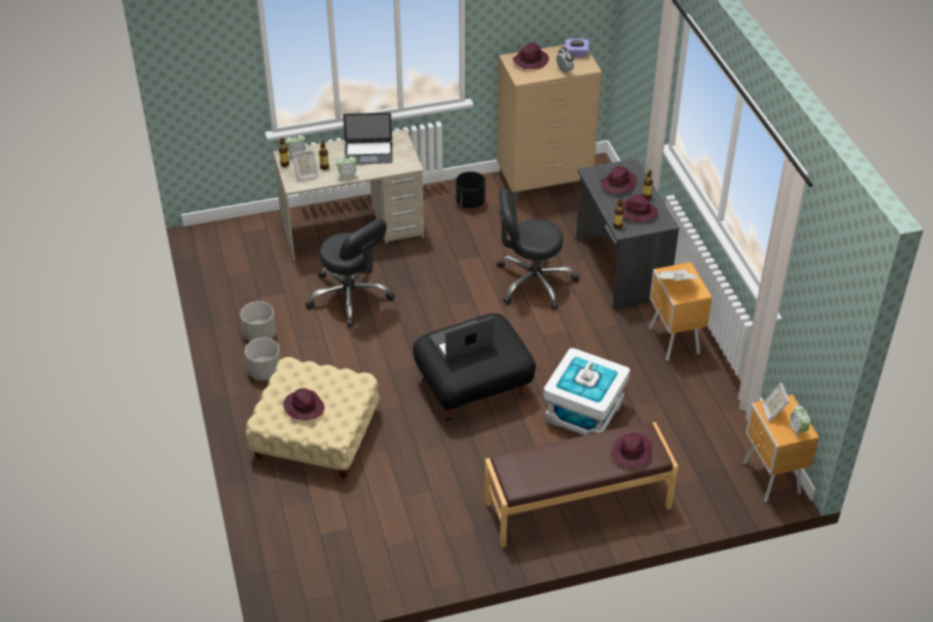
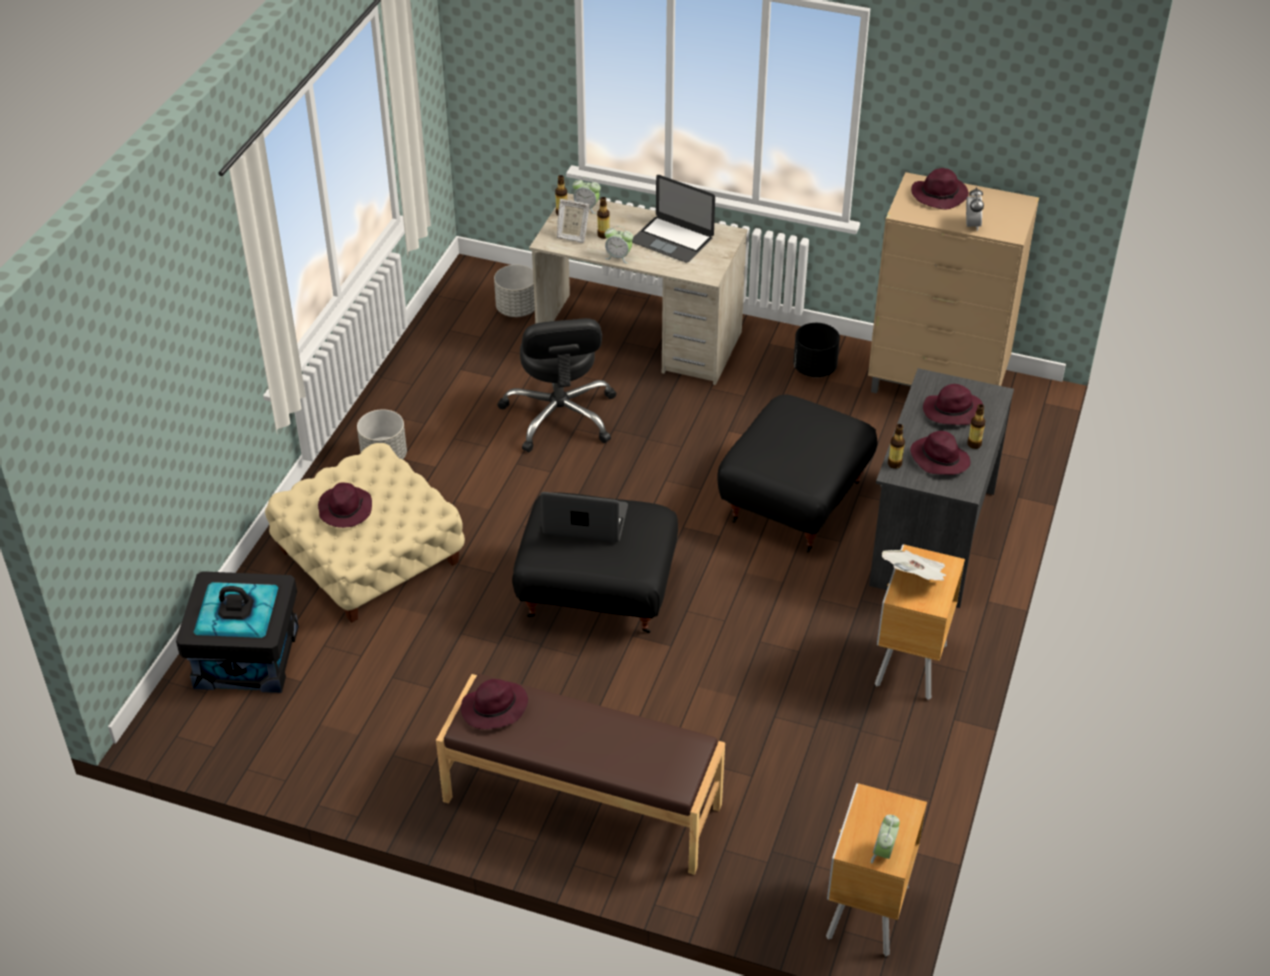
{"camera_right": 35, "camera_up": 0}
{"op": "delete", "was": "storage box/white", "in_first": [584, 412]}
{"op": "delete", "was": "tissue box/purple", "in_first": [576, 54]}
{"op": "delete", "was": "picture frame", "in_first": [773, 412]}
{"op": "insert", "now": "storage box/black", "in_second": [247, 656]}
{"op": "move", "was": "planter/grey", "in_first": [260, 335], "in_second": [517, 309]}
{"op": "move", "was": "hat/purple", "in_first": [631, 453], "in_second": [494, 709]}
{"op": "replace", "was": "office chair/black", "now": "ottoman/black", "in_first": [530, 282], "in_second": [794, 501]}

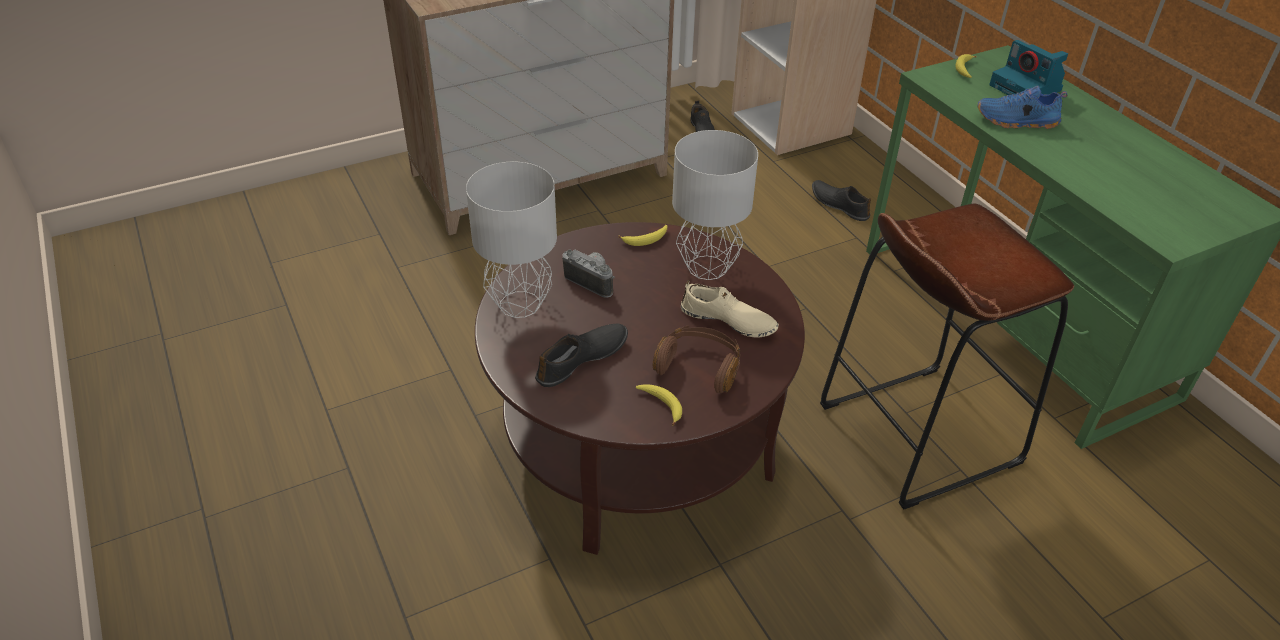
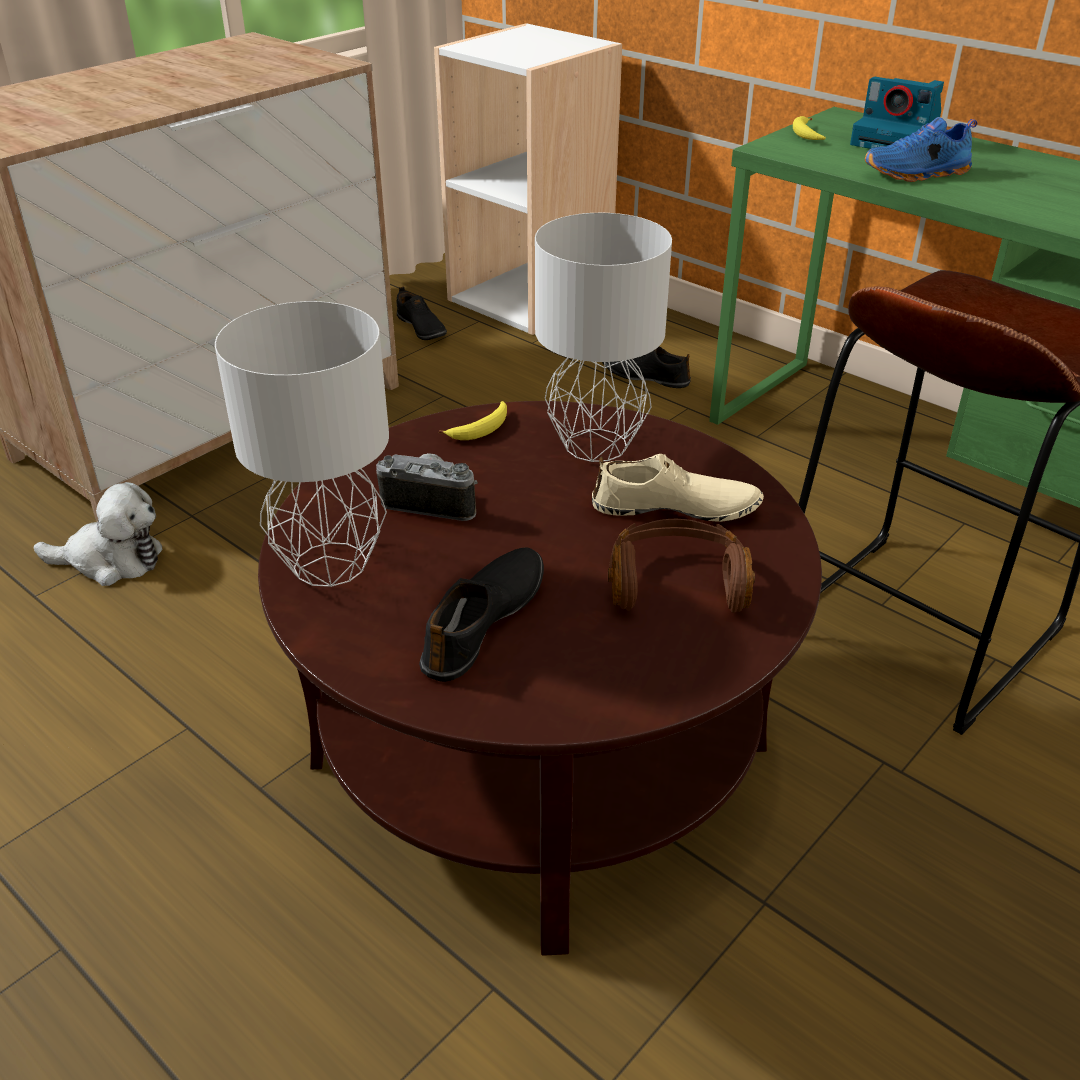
{"camera_right": -20, "camera_up": -5}
{"op": "delete", "was": "banana", "in_first": [661, 405]}
{"op": "insert", "now": "plush toy", "in_second": [111, 561]}

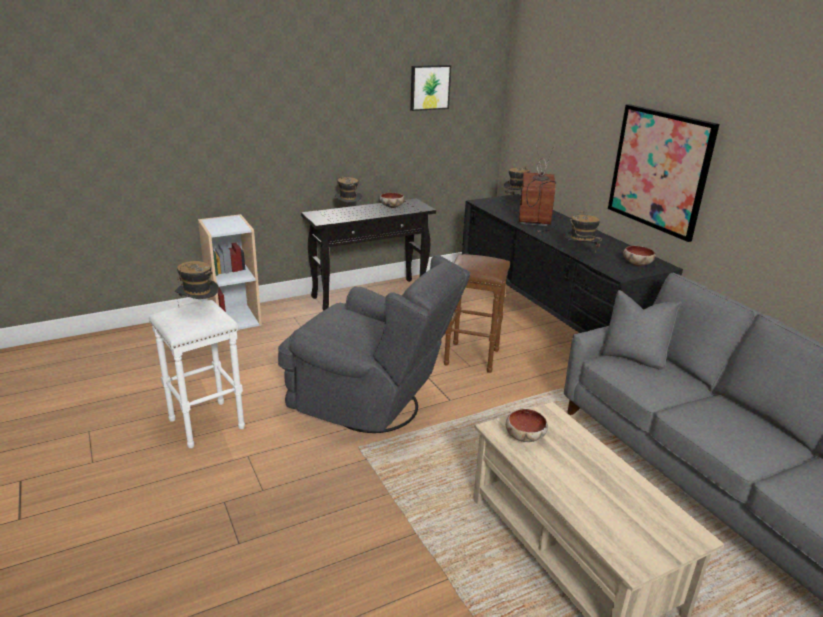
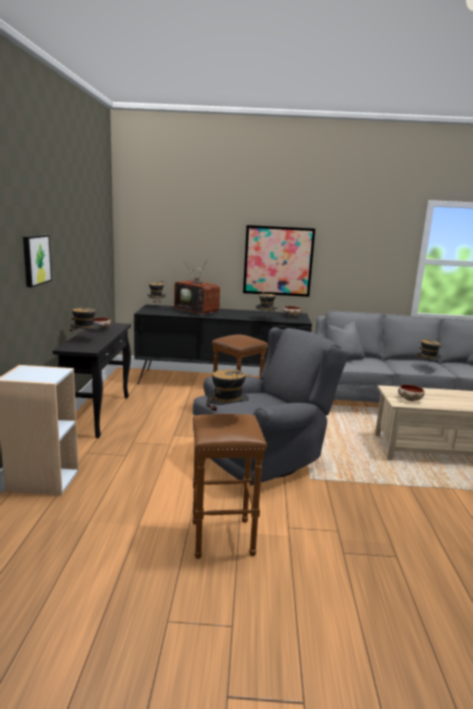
{"camera_right": -60, "camera_up": -10}
{"op": "insert", "now": "hat", "in_second": [426, 367]}
{"op": "move", "was": "picture", "in_first": [429, 87], "in_second": [35, 260]}
{"op": "recolor", "was": "stool/white", "now": "stool/brown", "in_first": [207, 422], "in_second": [221, 537]}

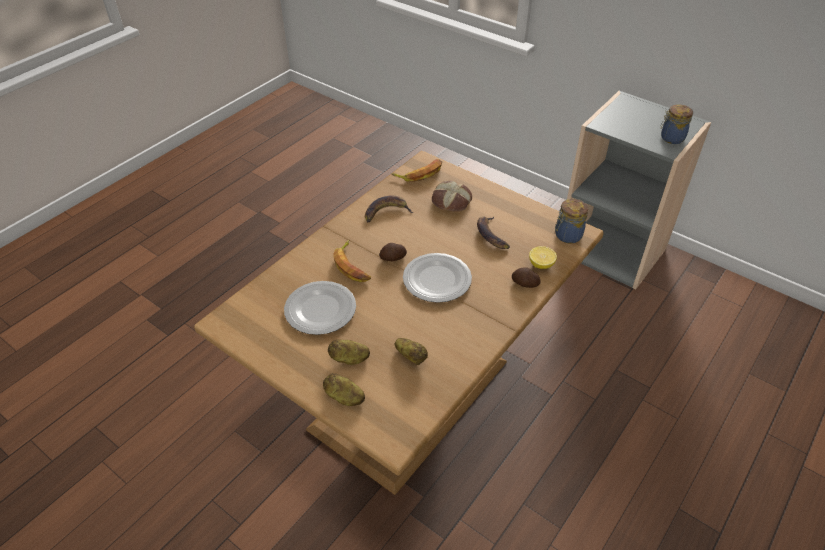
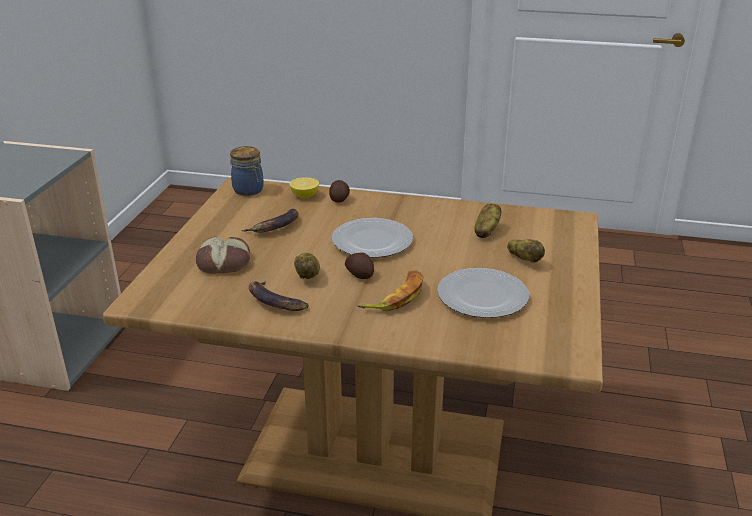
{"camera_right": -115, "camera_up": -15}
{"op": "delete", "was": "banana", "in_first": [420, 173]}
{"op": "delete", "was": "jar", "in_first": [671, 138]}
{"op": "move", "was": "potato", "in_first": [344, 397], "in_second": [308, 275]}

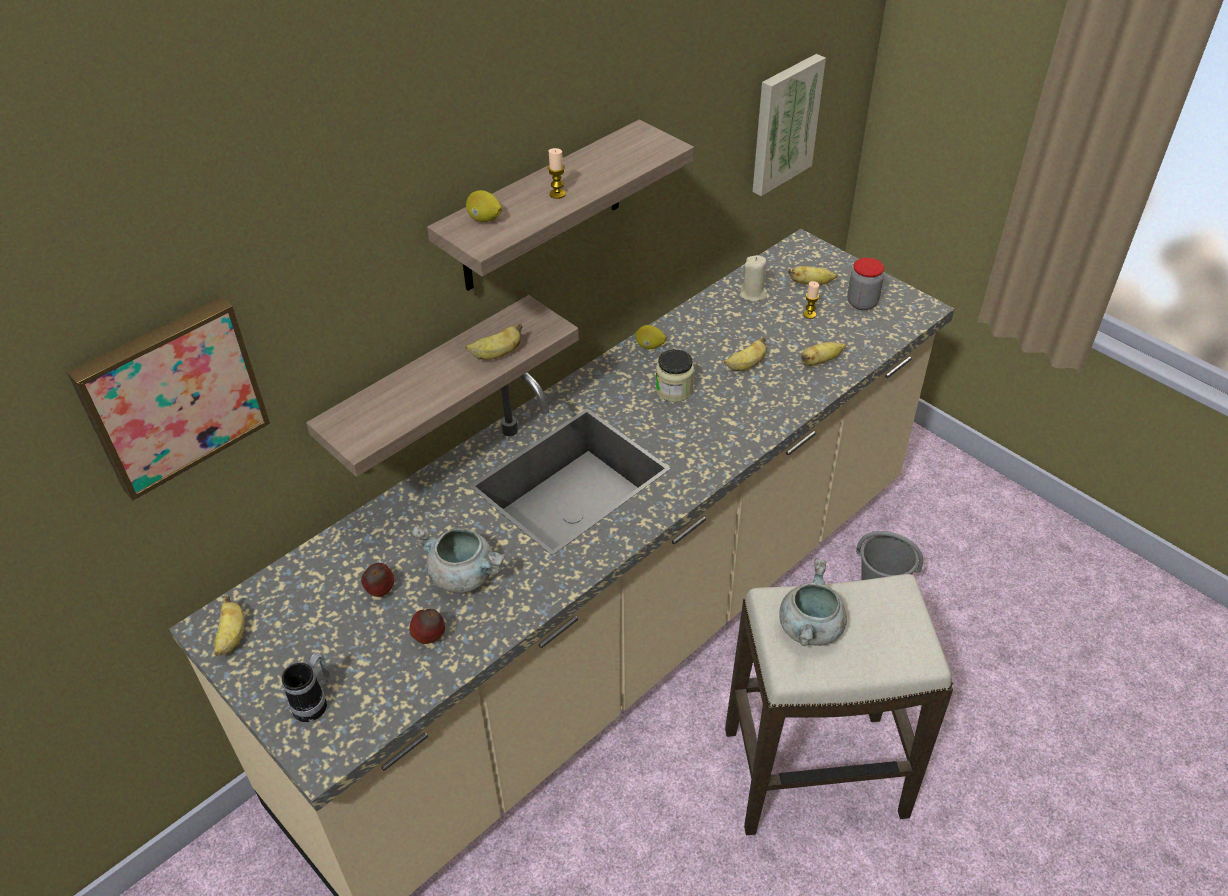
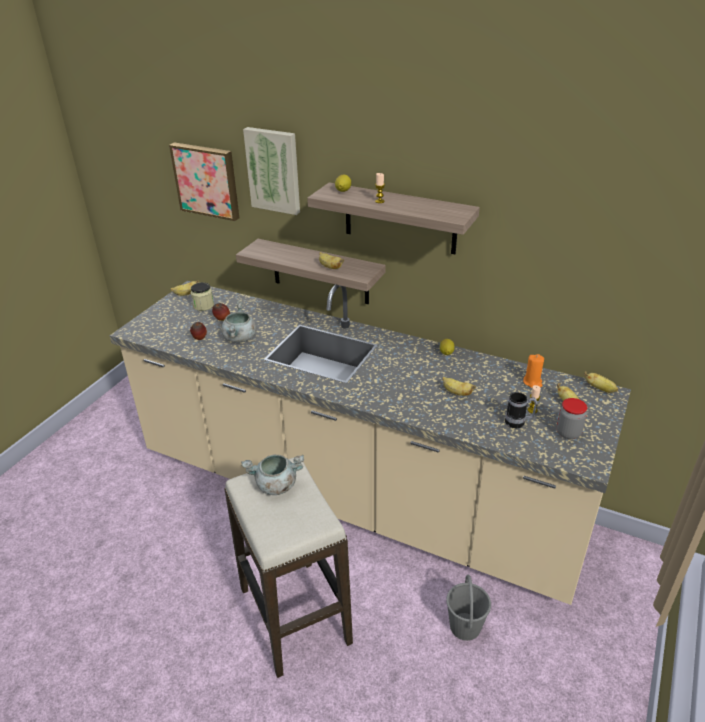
{"camera_right": 70, "camera_up": -10}
{"op": "move", "was": "mug", "in_first": [315, 702], "in_second": [518, 423]}
{"op": "move", "was": "jar", "in_first": [674, 390], "in_second": [203, 306]}
{"op": "move", "was": "picture", "in_first": [783, 124], "in_second": [274, 170]}
{"op": "move", "was": "banana", "in_first": [820, 361], "in_second": [600, 389]}
{"op": "recolor", "was": "candle/beige", "now": "candle/orange", "in_first": [753, 294], "in_second": [532, 382]}

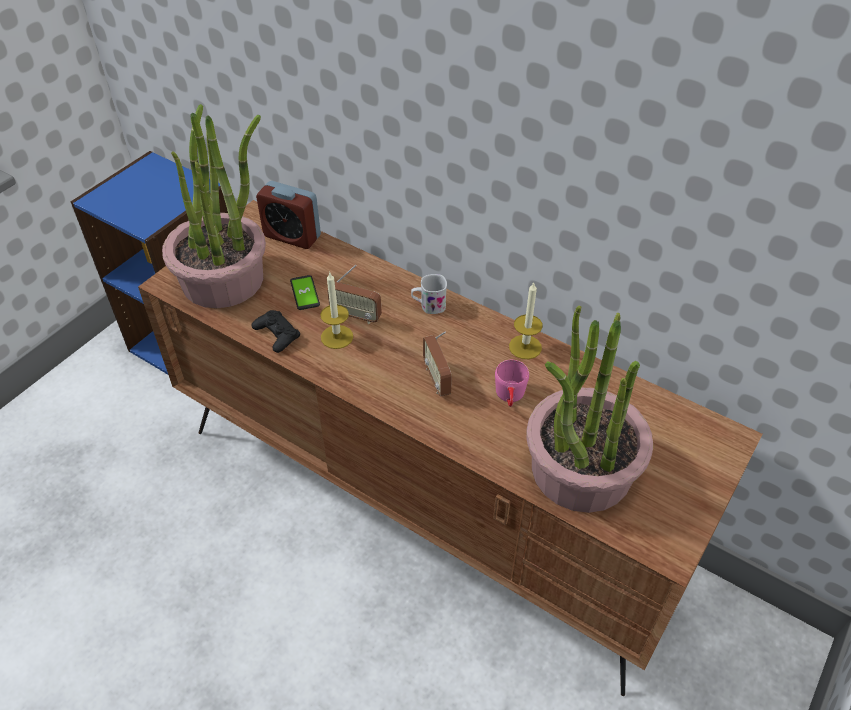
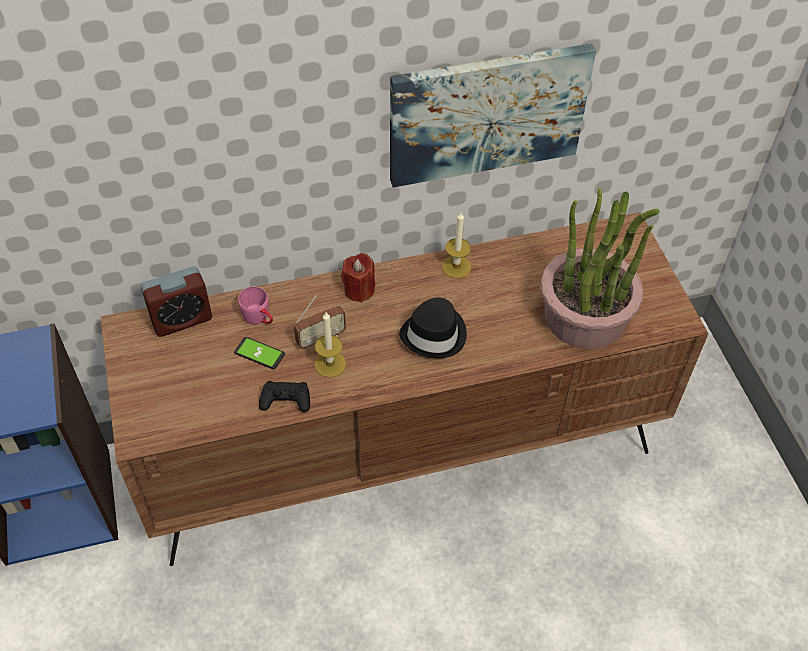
{"camera_right": -50, "camera_up": 5}
{"op": "delete", "was": "potted plant", "in_first": [223, 279]}
{"op": "insert", "now": "picture", "in_second": [487, 113]}
{"op": "move", "was": "mug/pink", "in_first": [510, 397], "in_second": [260, 318]}
{"op": "replace", "was": "mug/white", "now": "candle/red", "in_first": [428, 306], "in_second": [359, 290]}
{"op": "replace", "was": "radio", "now": "hat/black", "in_first": [437, 379], "in_second": [435, 335]}

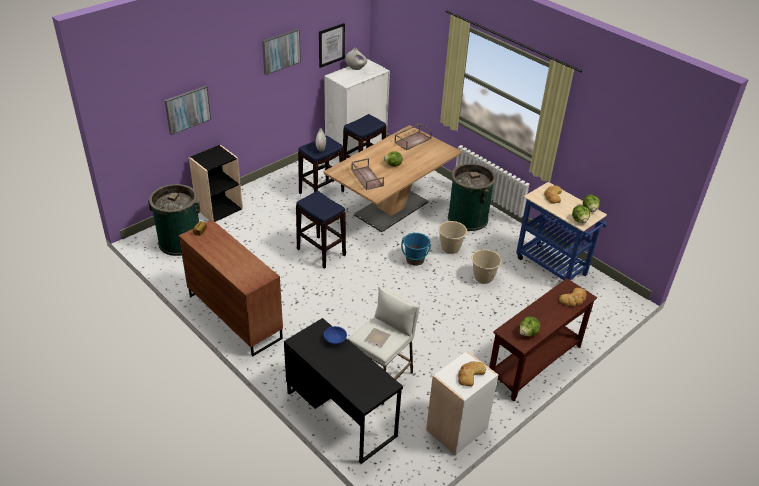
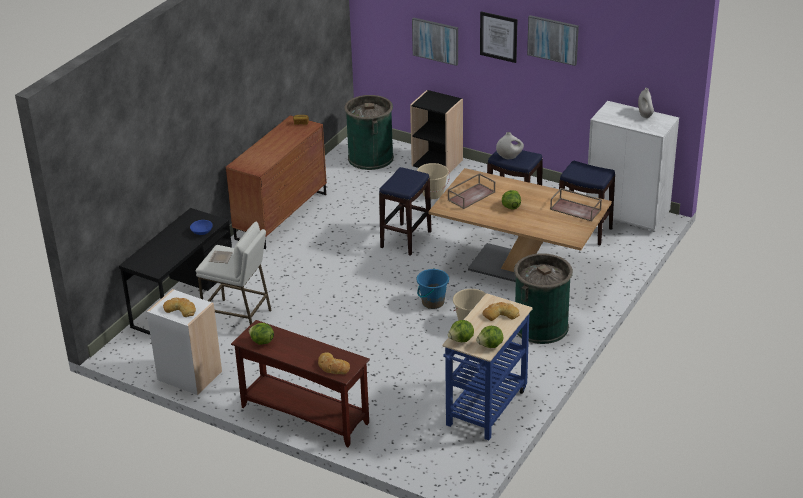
{"camera_right": 75, "camera_up": -5}
{"op": "move", "was": "picture", "in_first": [331, 45], "in_second": [498, 36]}
{"op": "move", "was": "bucket/beige", "in_first": [483, 277], "in_second": [432, 194]}

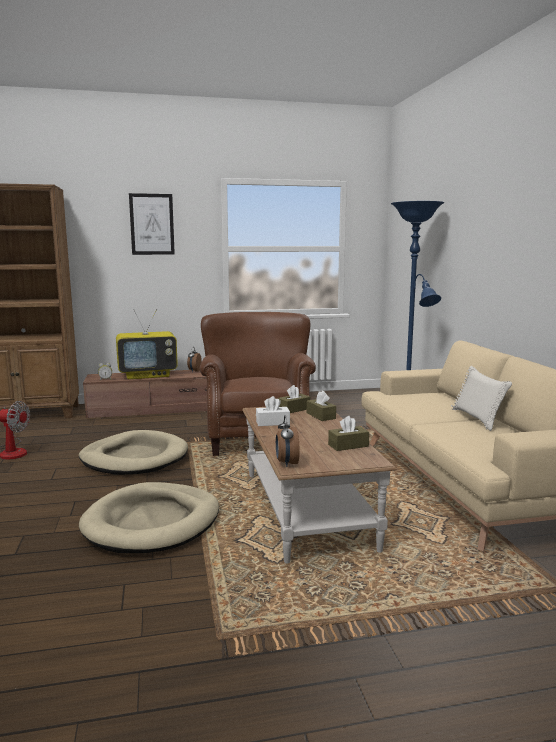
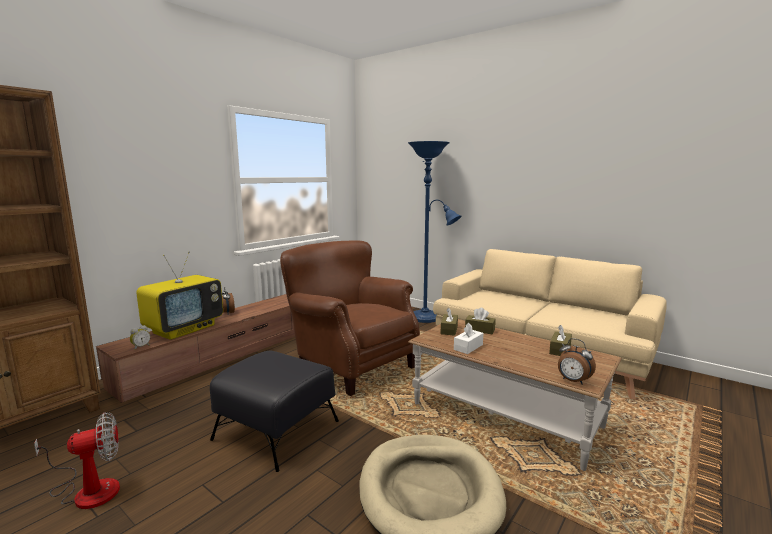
{"camera_right": -40, "camera_up": 0}
{"op": "delete", "was": "picture", "in_first": [152, 224]}
{"op": "delete", "was": "pillow/white", "in_first": [478, 419]}
{"op": "replace", "was": "dog bed/beige", "now": "ottoman/black", "in_first": [134, 458], "in_second": [276, 429]}

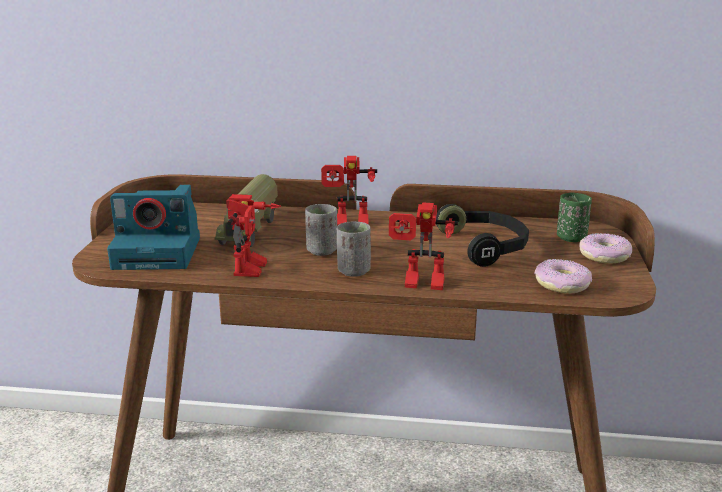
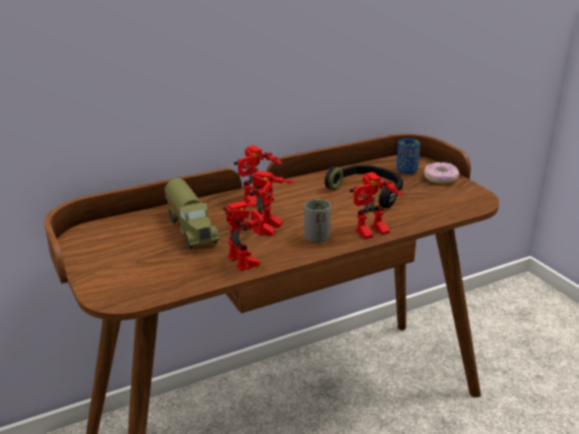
{"camera_right": -35, "camera_up": 5}
{"op": "delete", "was": "photo camera", "in_first": [160, 252]}
{"op": "delete", "was": "donut", "in_first": [562, 284]}
{"op": "replace", "was": "cup/grey", "now": "toy robot", "in_first": [322, 251], "in_second": [271, 229]}
{"op": "recolor", "was": "cup/green", "now": "cup/blue", "in_first": [571, 238], "in_second": [406, 170]}

